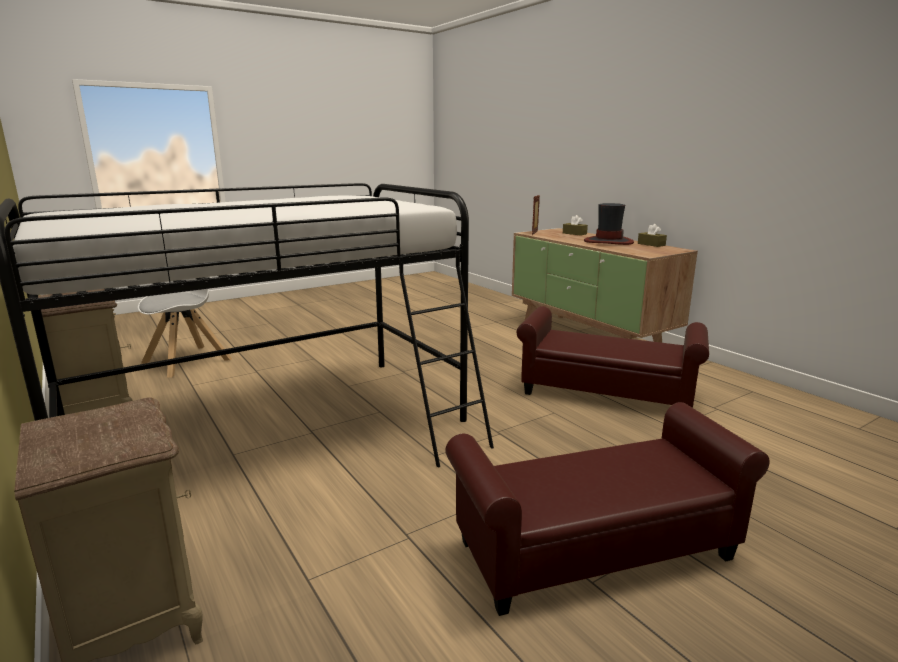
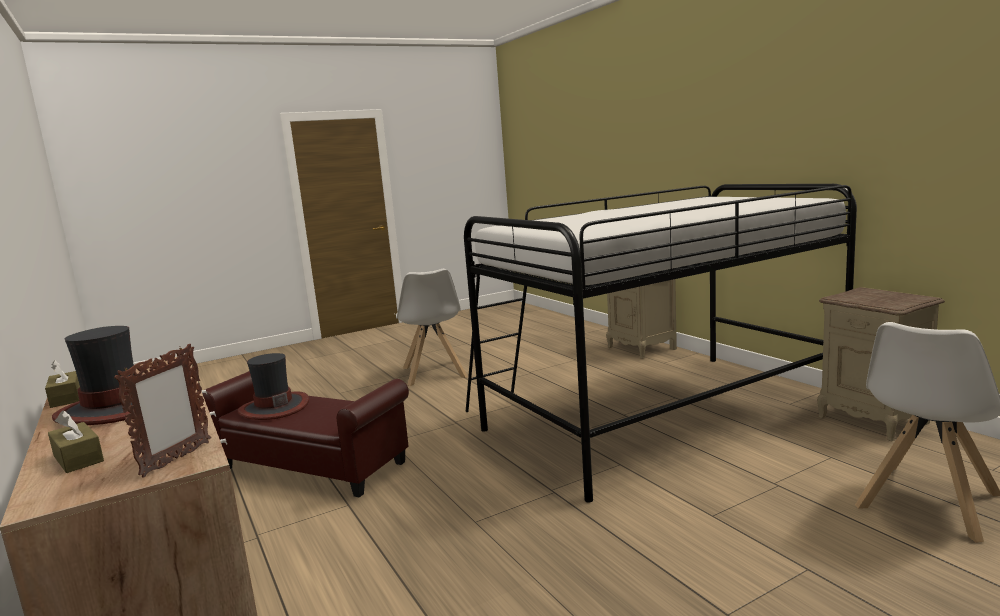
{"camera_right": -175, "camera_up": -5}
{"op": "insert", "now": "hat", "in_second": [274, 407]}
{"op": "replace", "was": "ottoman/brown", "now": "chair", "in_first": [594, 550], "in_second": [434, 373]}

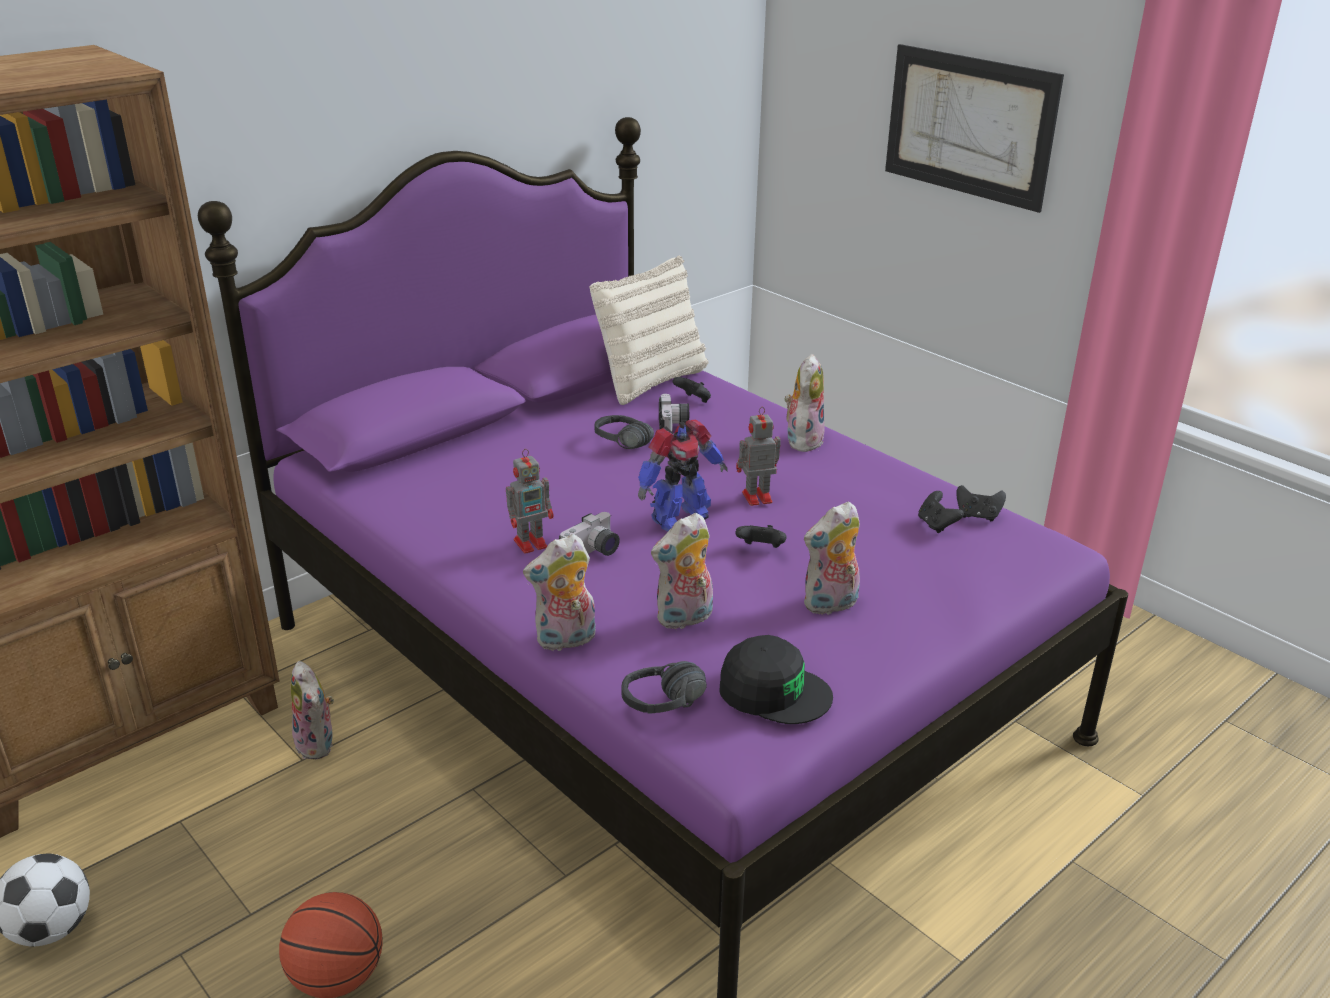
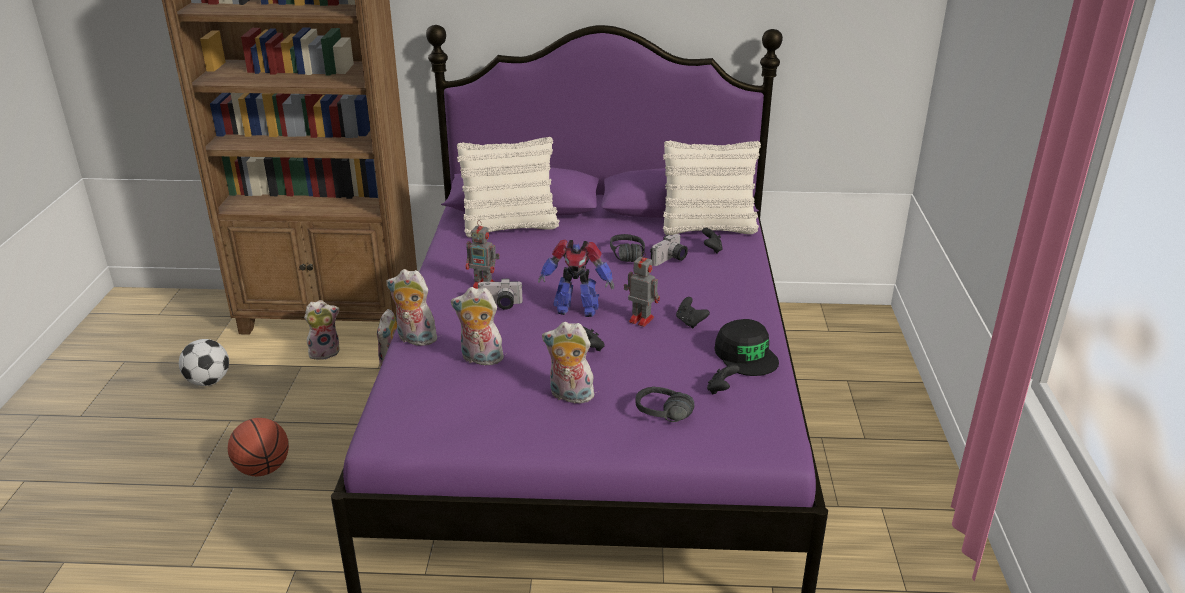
{"camera_right": 45, "camera_up": 0}
{"op": "delete", "was": "picture", "in_first": [969, 126]}
{"op": "insert", "now": "pillow/beige", "in_second": [510, 227]}
{"op": "move", "was": "headphones/black", "in_first": [669, 709], "in_second": [661, 418]}
{"op": "move", "was": "cap/black", "in_first": [773, 691], "in_second": [746, 355]}
{"op": "move", "was": "plush toy", "in_first": [802, 440], "in_second": [325, 352]}
{"op": "move", "was": "game controller/black", "in_first": [977, 516], "in_second": [690, 322]}

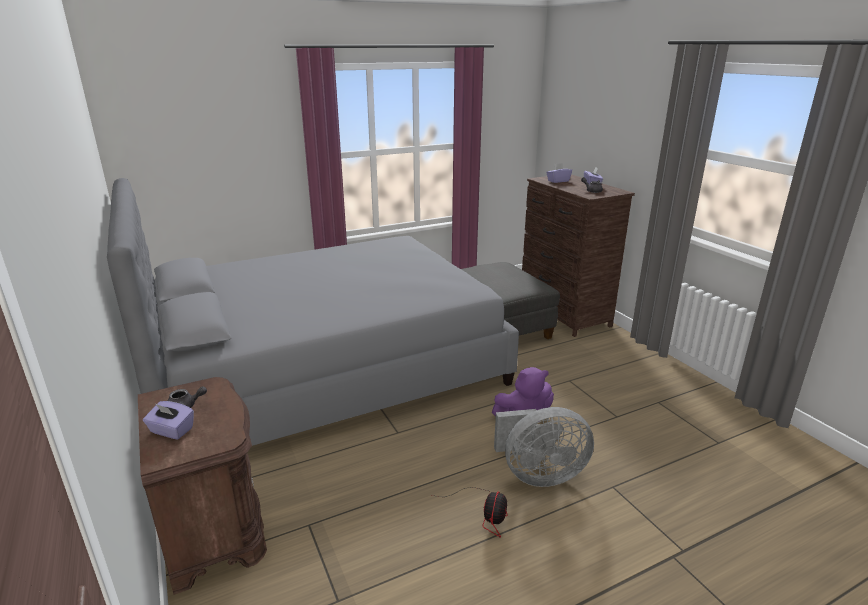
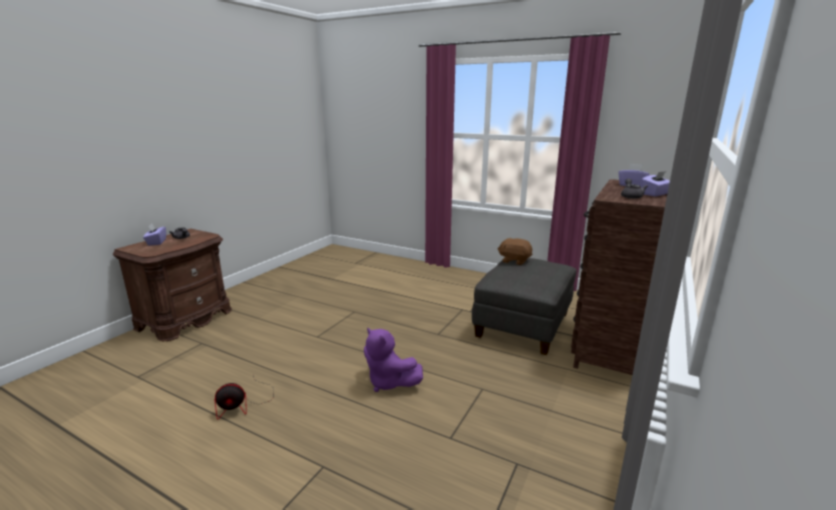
{"camera_right": 55, "camera_up": -5}
{"op": "delete", "was": "bed/grey", "in_first": [325, 369]}
{"op": "delete", "was": "fan/grey", "in_first": [538, 474]}
{"op": "insert", "now": "plush toy/brown", "in_second": [514, 261]}

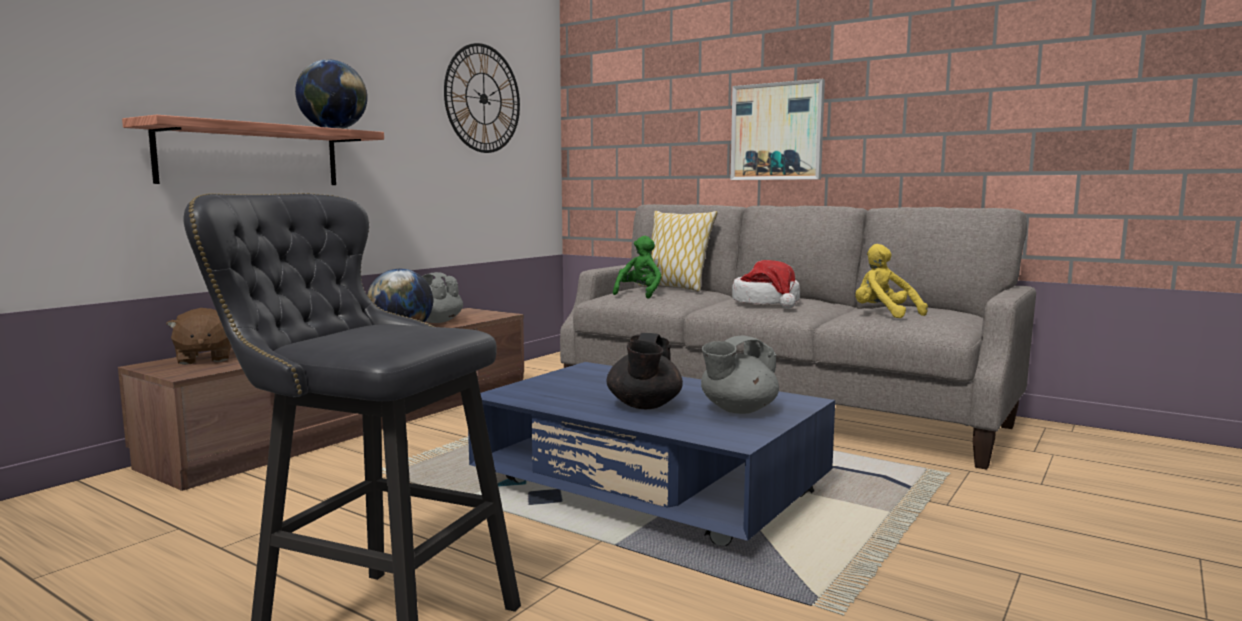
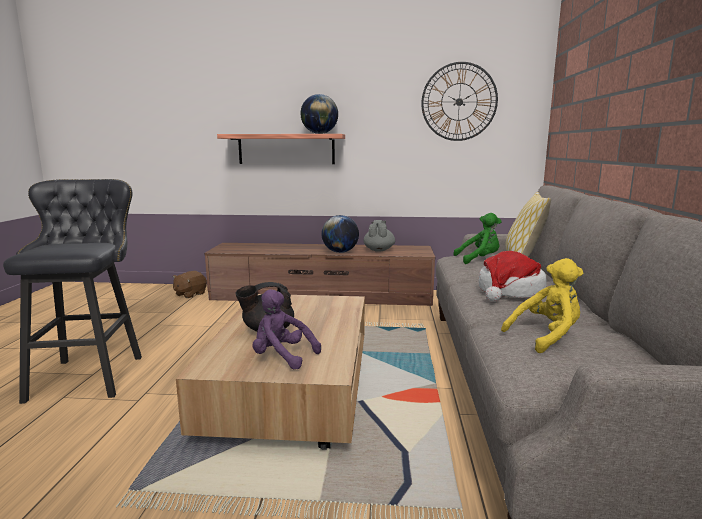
{"camera_right": 60, "camera_up": 5}
{"op": "delete", "was": "picture", "in_first": [777, 131]}
{"op": "move", "was": "plush toy/brown", "in_first": [203, 359], "in_second": [190, 294]}
{"op": "replace", "was": "teapot/grey", "now": "plush toy/purple", "in_first": [737, 410], "in_second": [282, 357]}
{"op": "recolor", "was": "coffee table/blue", "now": "coffee table/brown", "in_first": [649, 487], "in_second": [292, 387]}
{"op": "rotate", "was": "plush toy/yellow", "in_first": [884, 314], "in_second": [546, 337], "clockwise": 45}

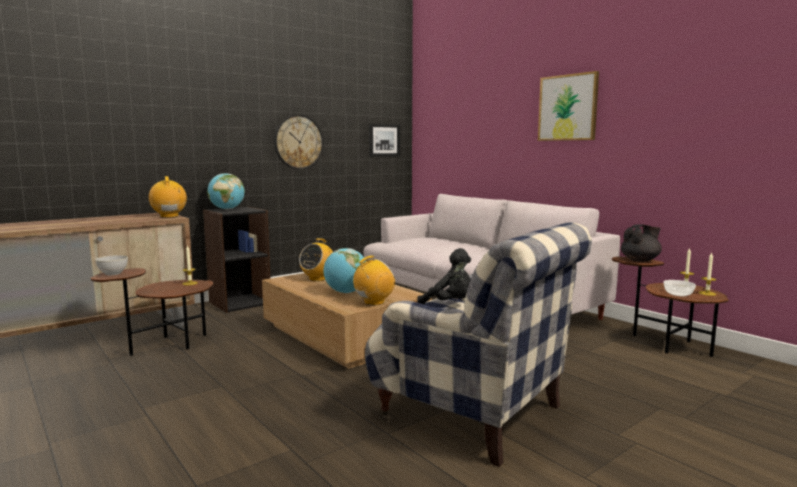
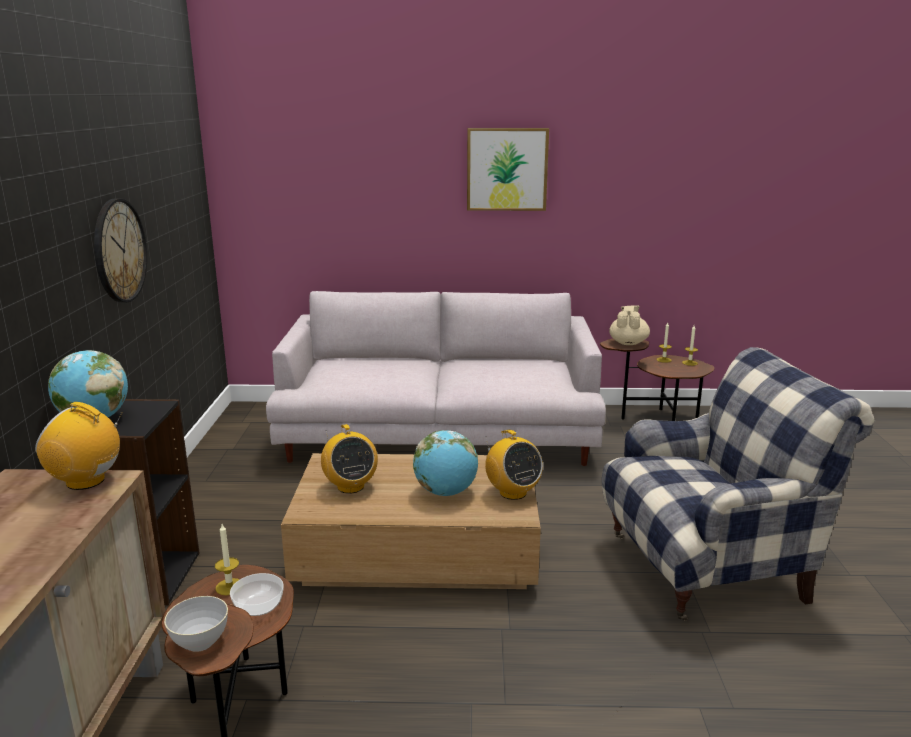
{"camera_right": -50, "camera_up": 10}
{"op": "delete", "was": "picture", "in_first": [384, 140]}
{"op": "delete", "was": "plush toy/black", "in_first": [449, 304]}
{"op": "move", "was": "bowl", "in_first": [678, 294], "in_second": [258, 605]}
{"op": "recolor", "was": "teapot/black", "now": "teapot/beige", "in_first": [640, 260], "in_second": [628, 343]}
{"op": "rotate", "was": "radio", "in_first": [374, 302], "in_second": [512, 492], "clockwise": 150}

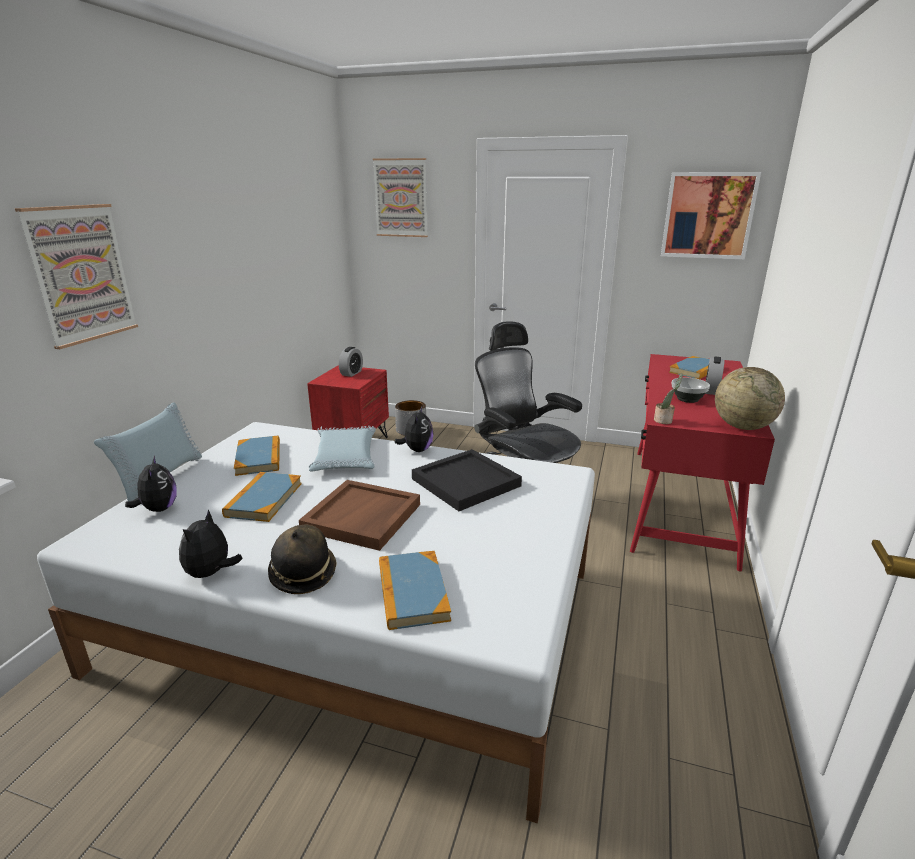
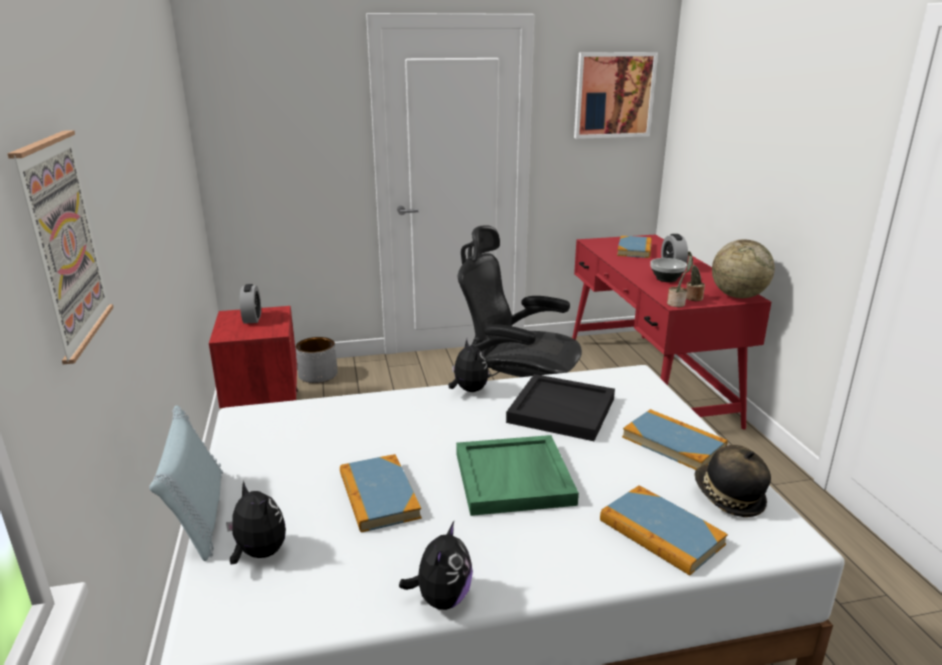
{"camera_right": -30, "camera_up": 0}
{"op": "delete", "was": "pillow/blue", "in_first": [345, 455]}
{"op": "delete", "was": "picture", "in_first": [401, 198]}
{"op": "insert", "now": "potted plant", "in_second": [692, 298]}
{"op": "move", "was": "book", "in_first": [259, 458], "in_second": [673, 443]}
{"op": "move", "was": "hat", "in_first": [303, 573], "in_second": [727, 497]}
{"op": "recolor", "was": "tray/brown", "now": "tray/green", "in_first": [362, 518], "in_second": [514, 479]}
{"op": "rotate", "was": "plush toy", "in_first": [211, 573], "in_second": [441, 598], "clockwise": -150}

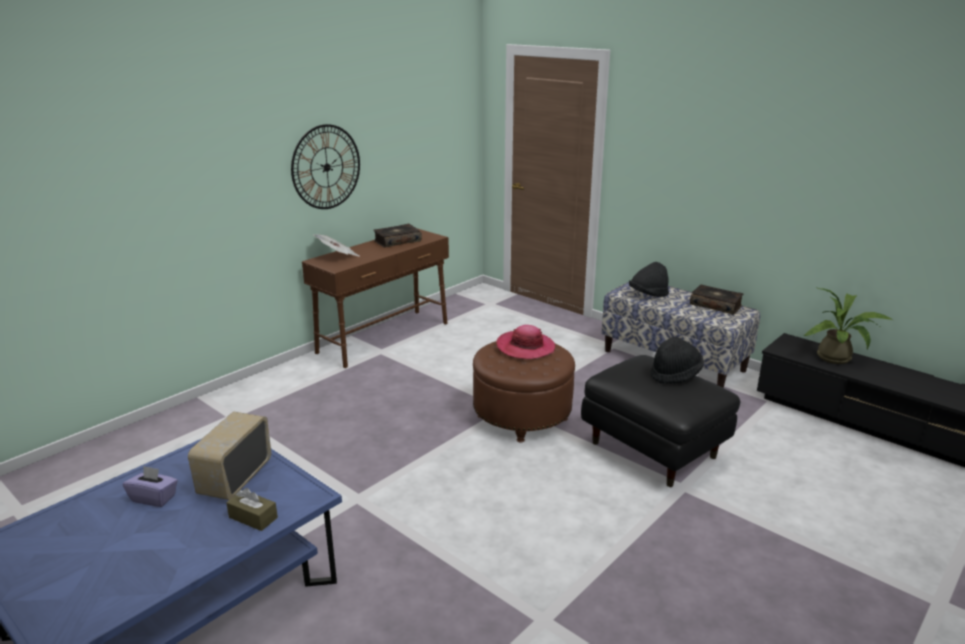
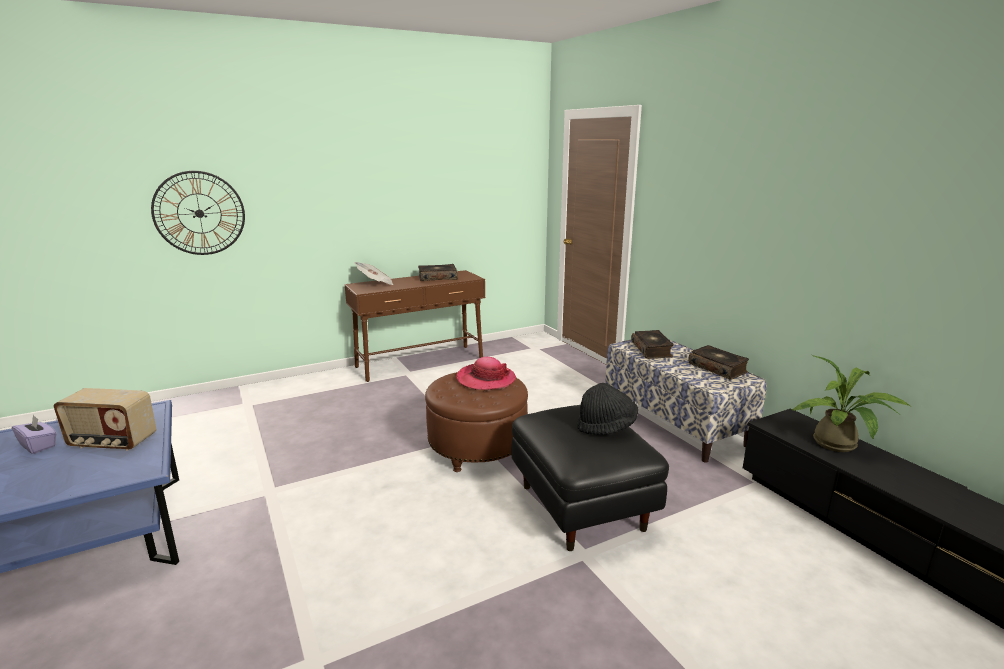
{"camera_right": 20, "camera_up": -5}
{"op": "delete", "was": "tissue box/brown", "in_first": [253, 517]}
{"op": "move", "was": "wall clock", "in_first": [326, 167], "in_second": [199, 213]}
{"op": "replace", "was": "hat/black", "now": "book", "in_first": [648, 295], "in_second": [652, 350]}
{"op": "rotate", "was": "radio", "in_first": [235, 478], "in_second": [112, 443], "clockwise": -120}

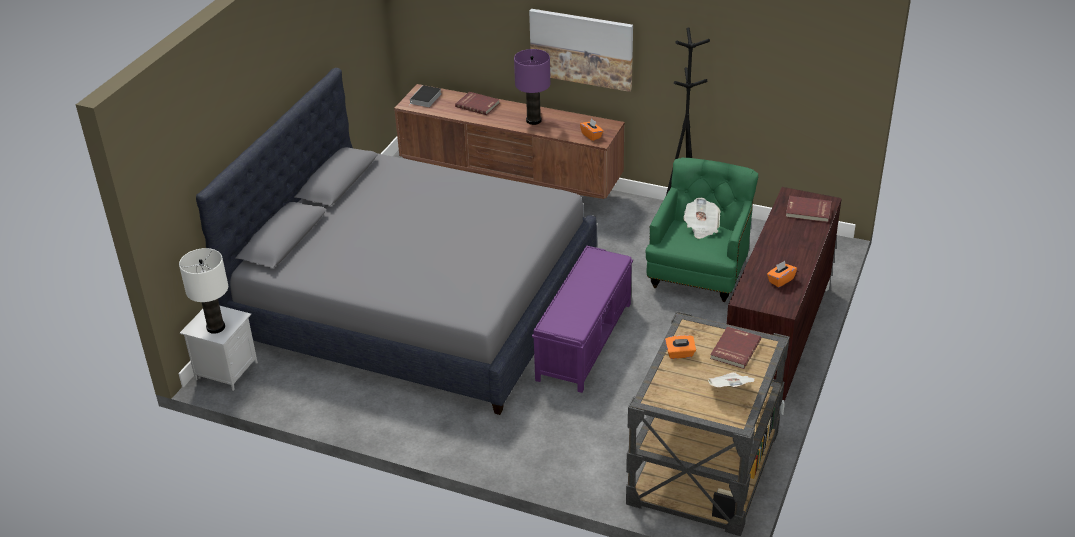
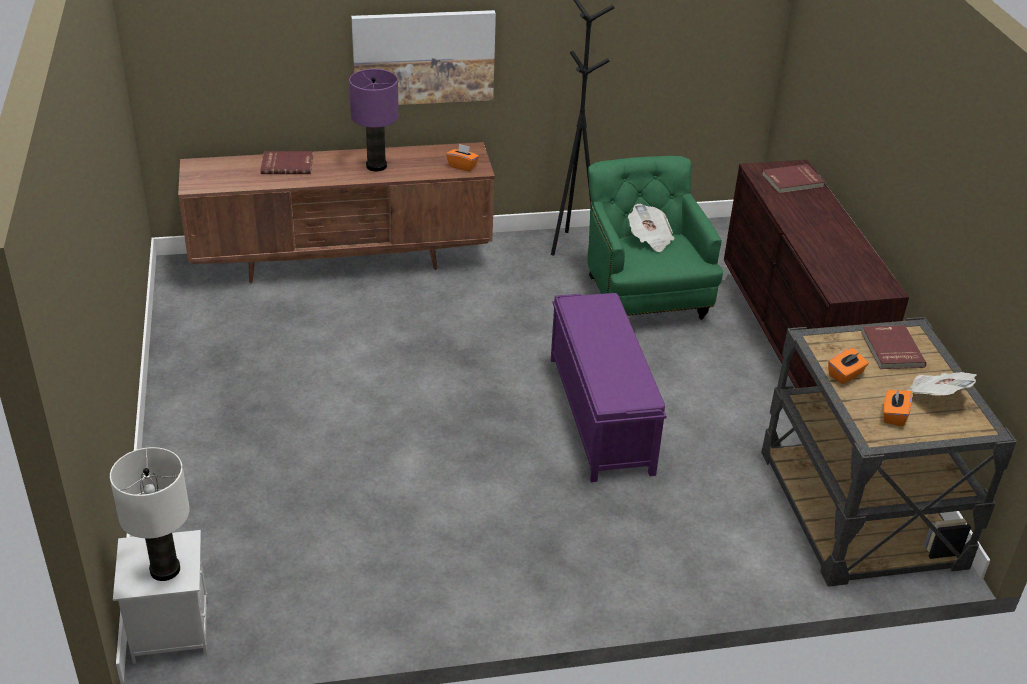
{"camera_right": -35, "camera_up": 0}
{"op": "delete", "was": "bed/grey", "in_first": [416, 301]}
{"op": "delete", "was": "book", "in_first": [425, 99]}
{"op": "move", "was": "tissue box/orange", "in_first": [780, 280], "in_second": [893, 415]}

